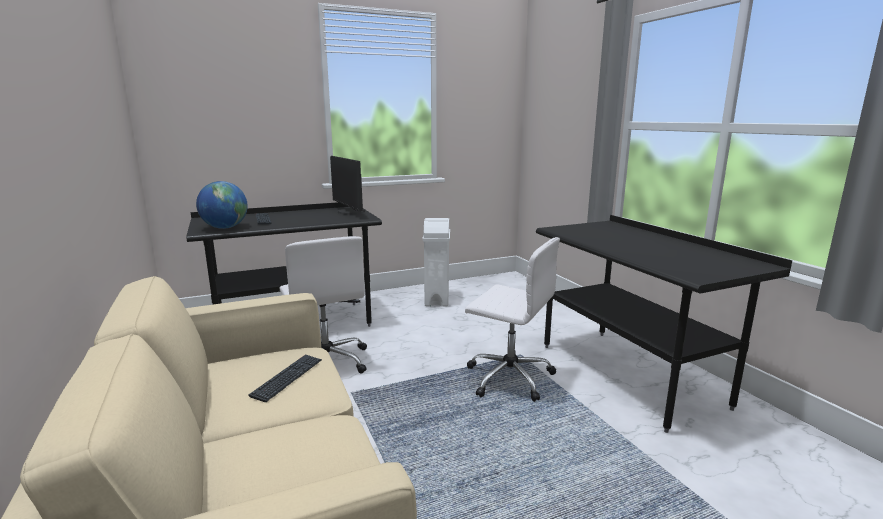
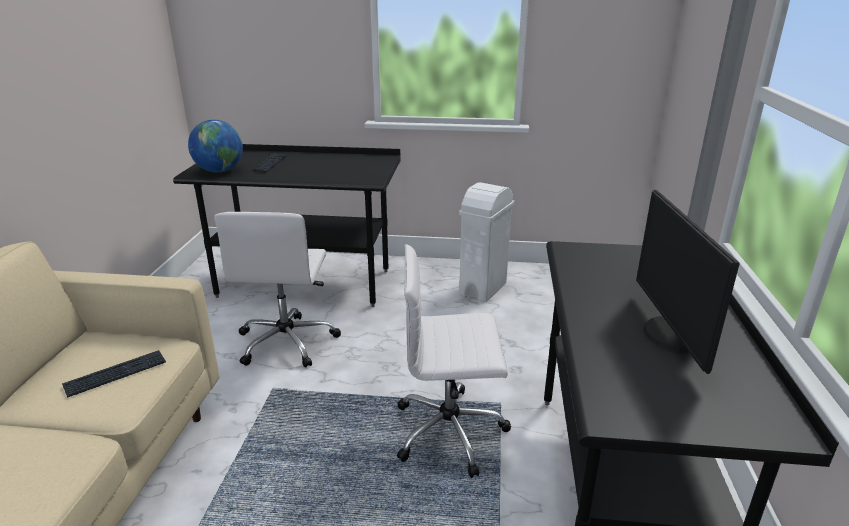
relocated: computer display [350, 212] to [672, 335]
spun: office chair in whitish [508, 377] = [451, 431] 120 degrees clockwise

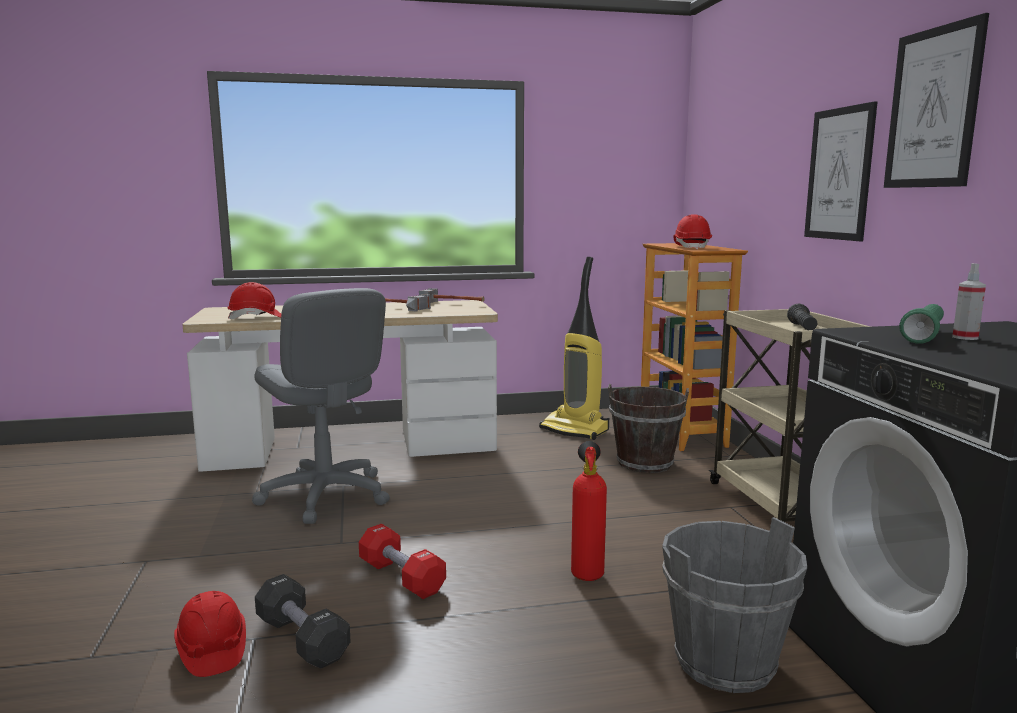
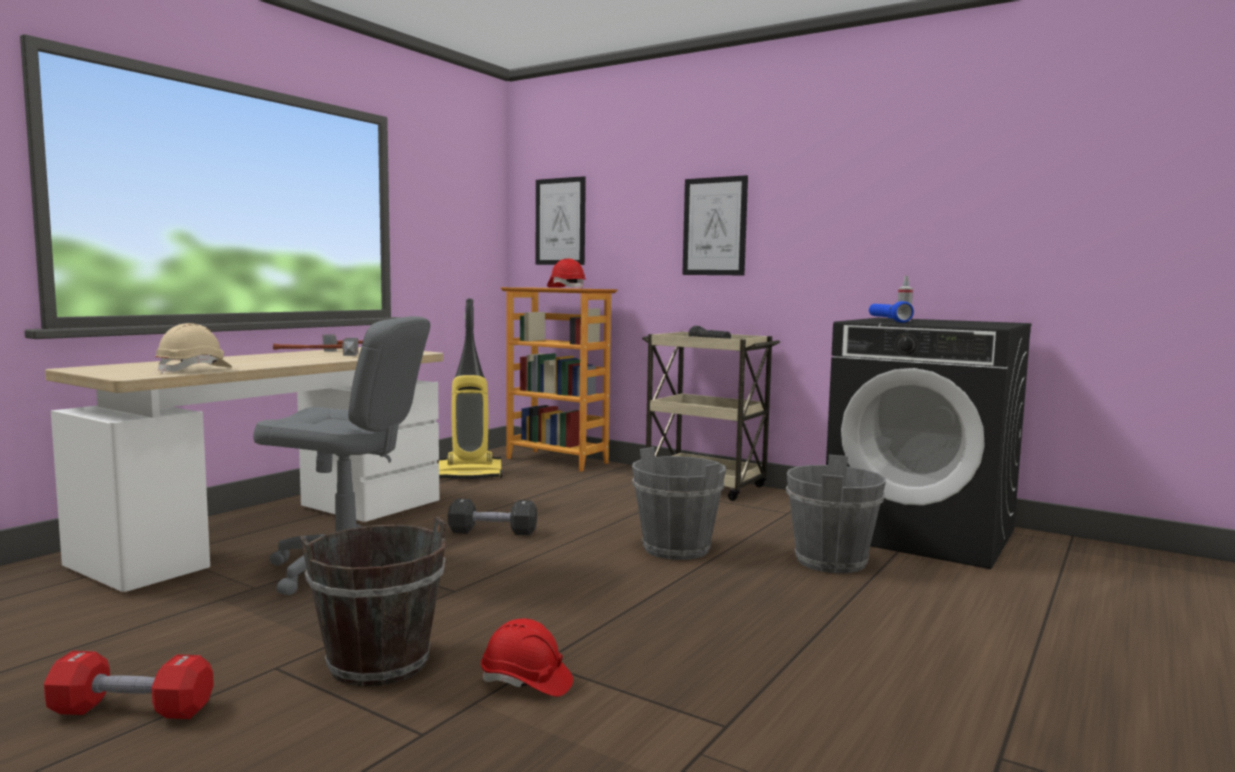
relocated: hand weight in red [401, 577] to [132, 710]; water bucket in brown [644, 463] to [379, 664]; hand weight in black [302, 639] to [492, 532]; wall art [933, 108] to [560, 221]
exchanged: fire-fighting cylinder [587, 572] to water bucket in greyish [677, 549]
colour: hard hat in red [256, 318] to hard hat in beige-coloured [194, 370]; torch in green [923, 336] to torch in blue [888, 321]

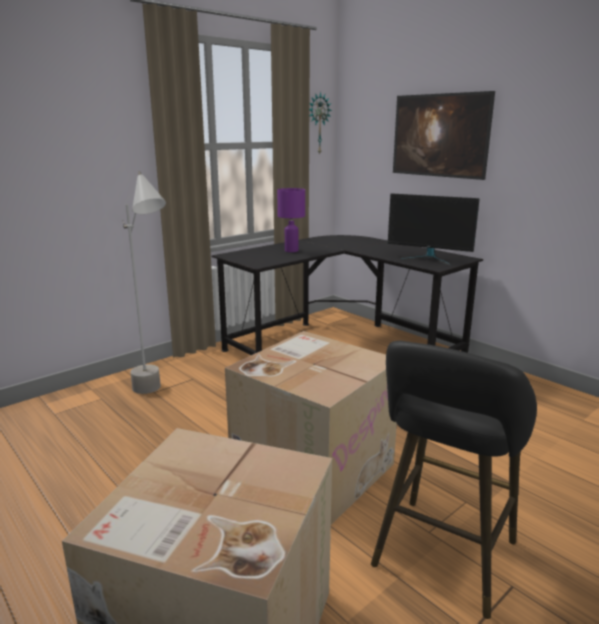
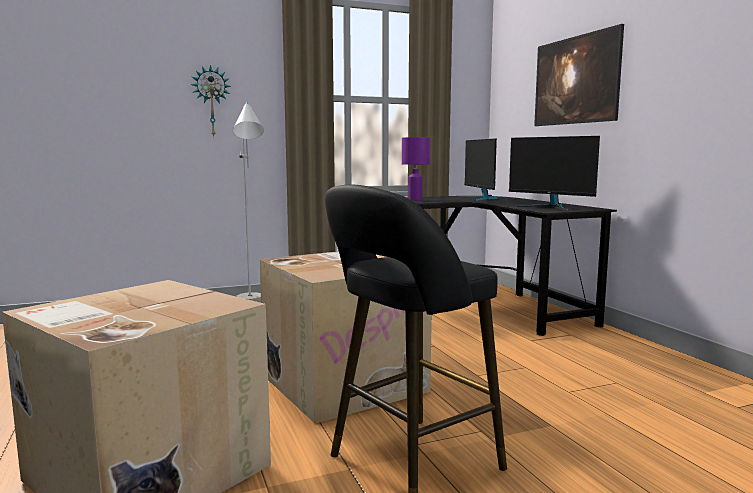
appeared: computer display [480, 199]
relocated: hanging clock [318, 124] to [211, 101]

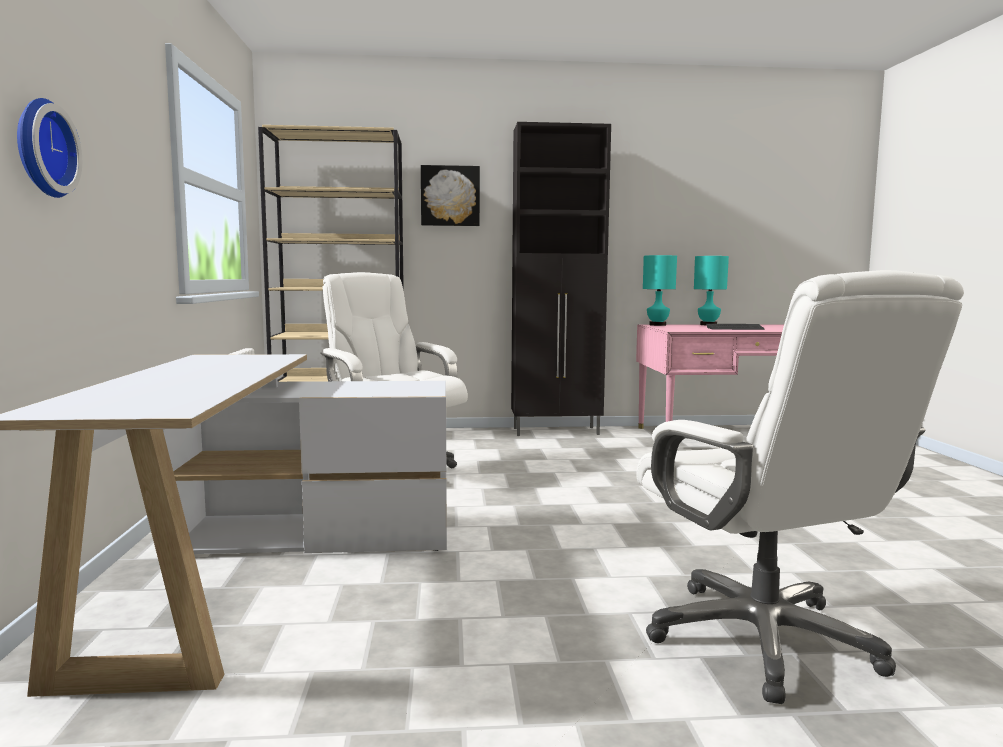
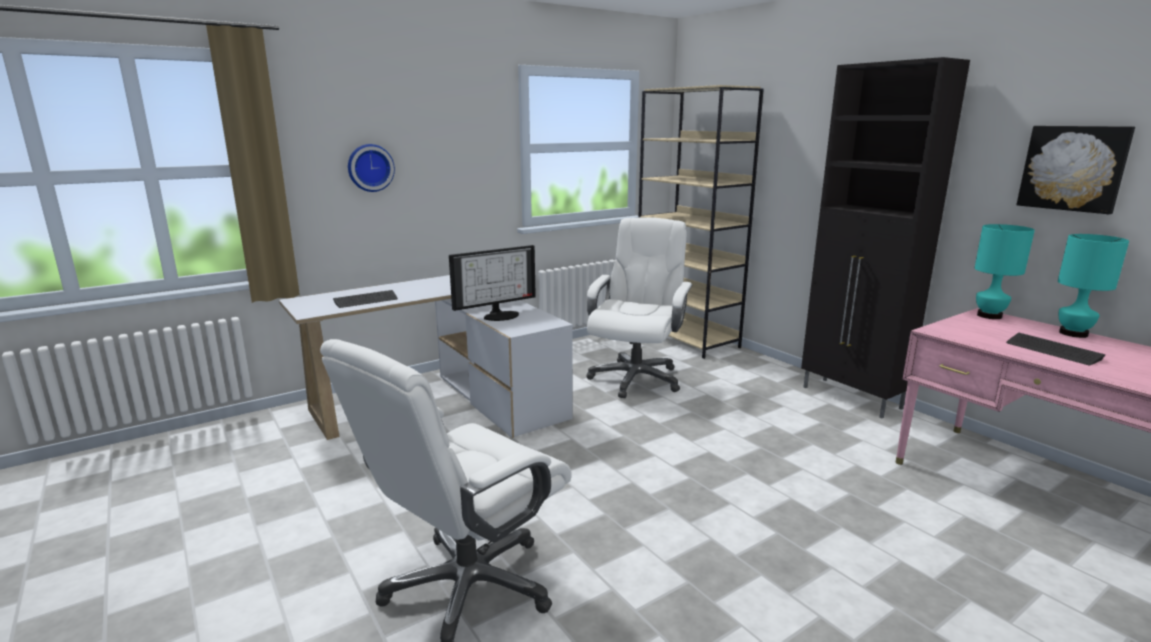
appeared: PC keyboard [366, 300]; computer display [500, 315]
relocated: wall art [450, 196] to [1073, 168]

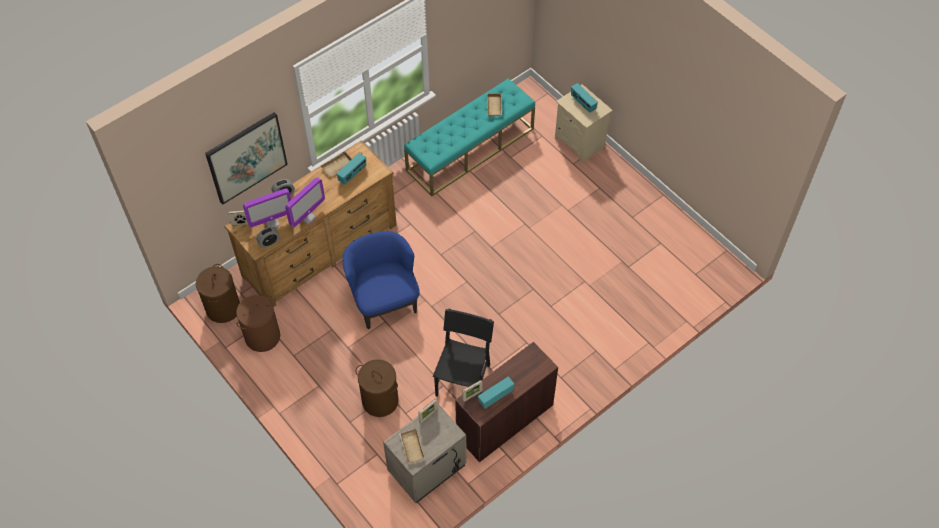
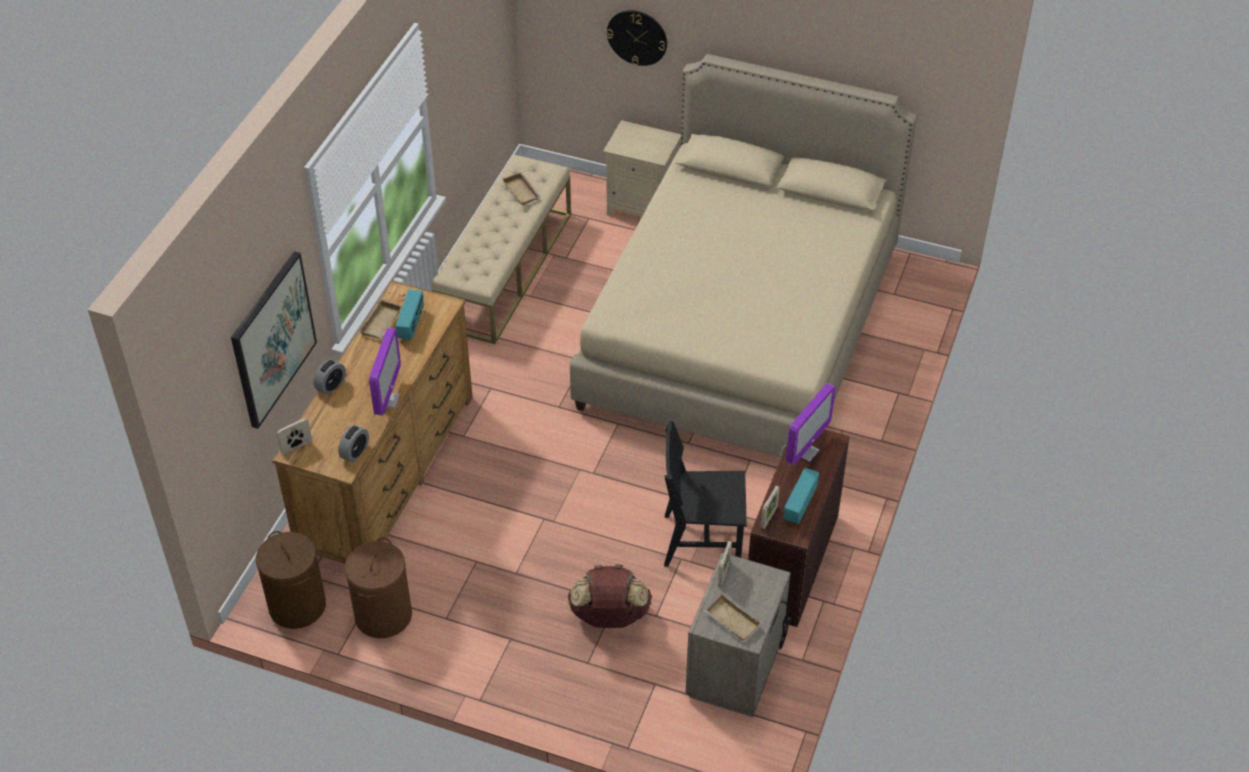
missing: lounge chair in blue [384, 301]; radio receiver [583, 103]
appeared: bed in beige-coloured [740, 327]; hanging clock [637, 37]
relocated: computer display [272, 222] to [805, 451]
exchanged: washing basket in brown [380, 400] to backpack in brown [609, 617]
colour: bench in turquoise-coloured [470, 149] to bench in beige-coloured [505, 269]
spun: chair in black [463, 380] = [701, 540] 75 degrees counterclockwise

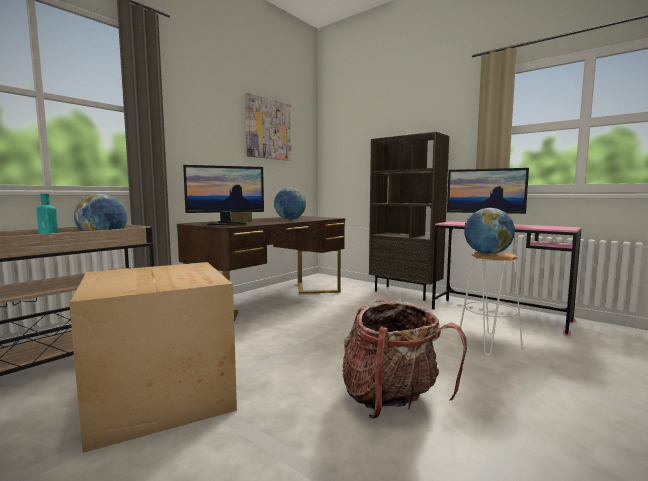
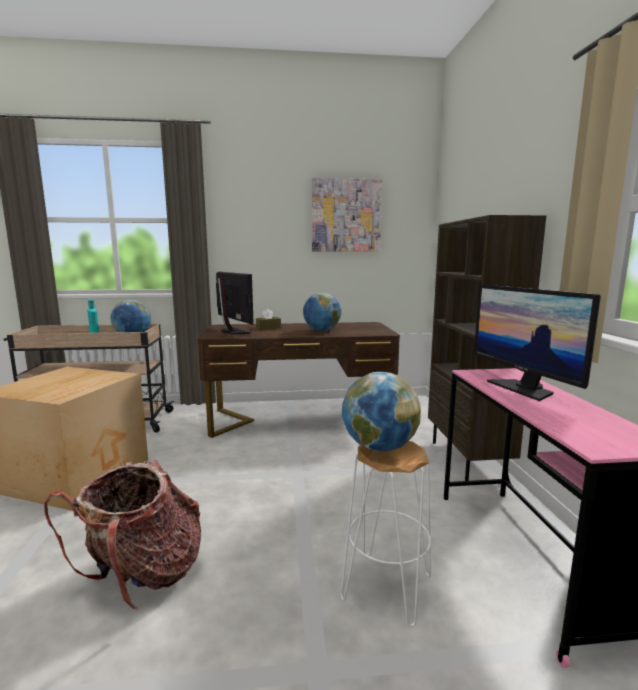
spun: computer display [226, 224] = [233, 331] 150 degrees counterclockwise

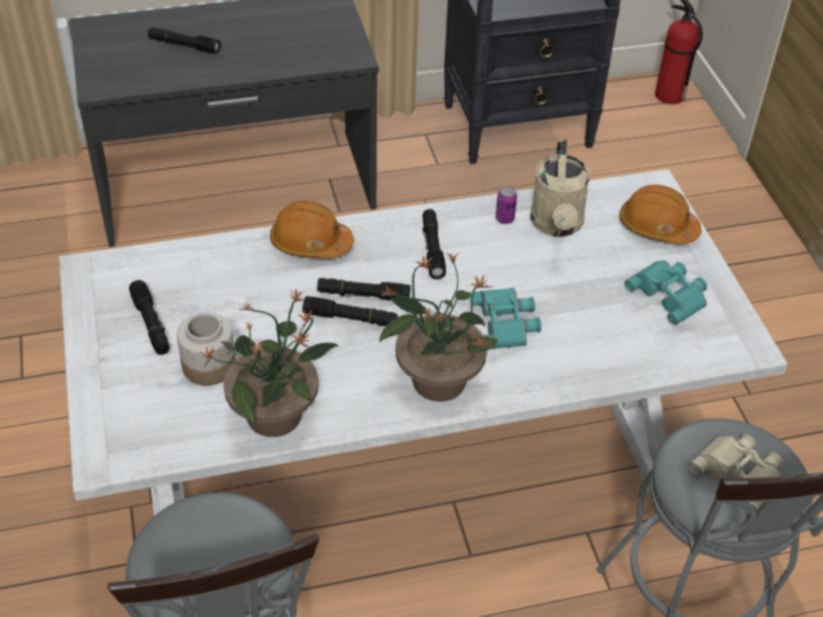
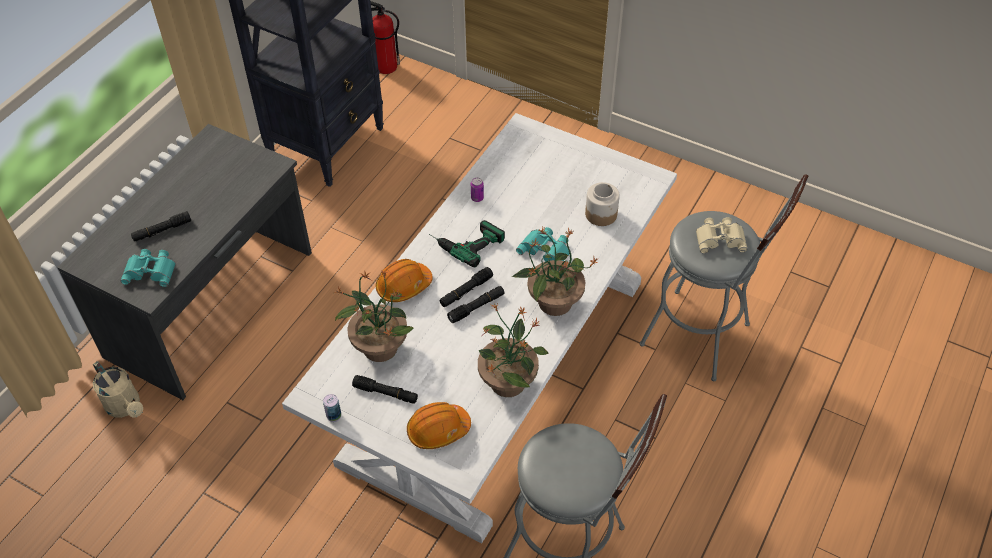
appeared: can [334, 416]; houseplant [379, 346]
relocated: watering can in beige-coloured [557, 226] to [126, 407]; binoculars in turquoise-coloured [670, 294] to [151, 270]; hard hat in orangey [657, 227] to [438, 430]; storage jar [210, 365] to [601, 214]
exchanged: torch in black [432, 249] to drill [465, 241]

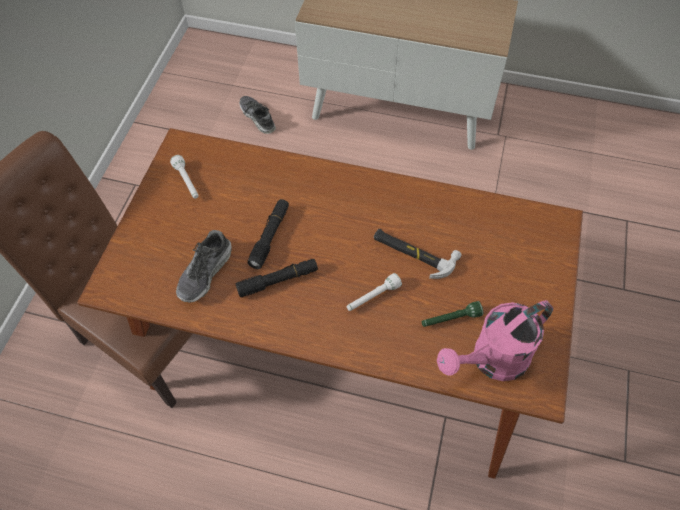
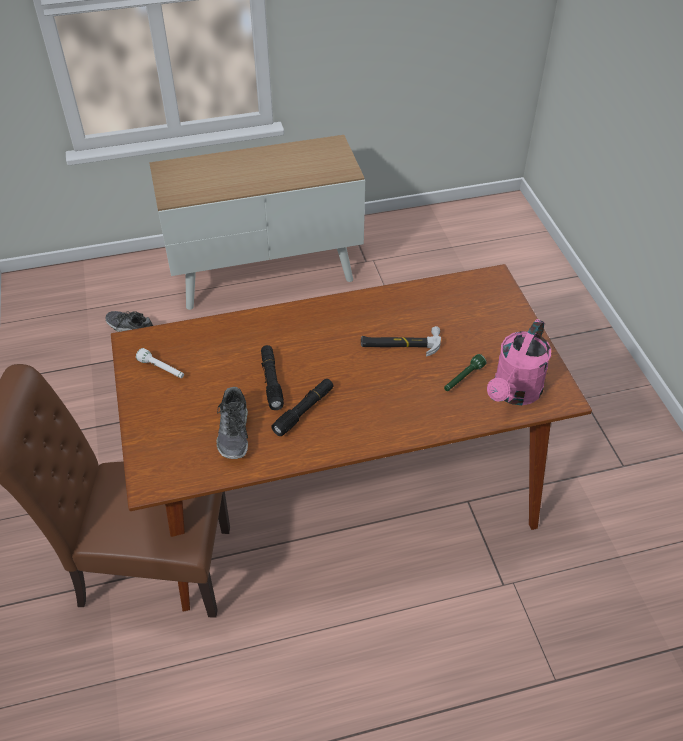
missing: torch in whitish [372, 297]

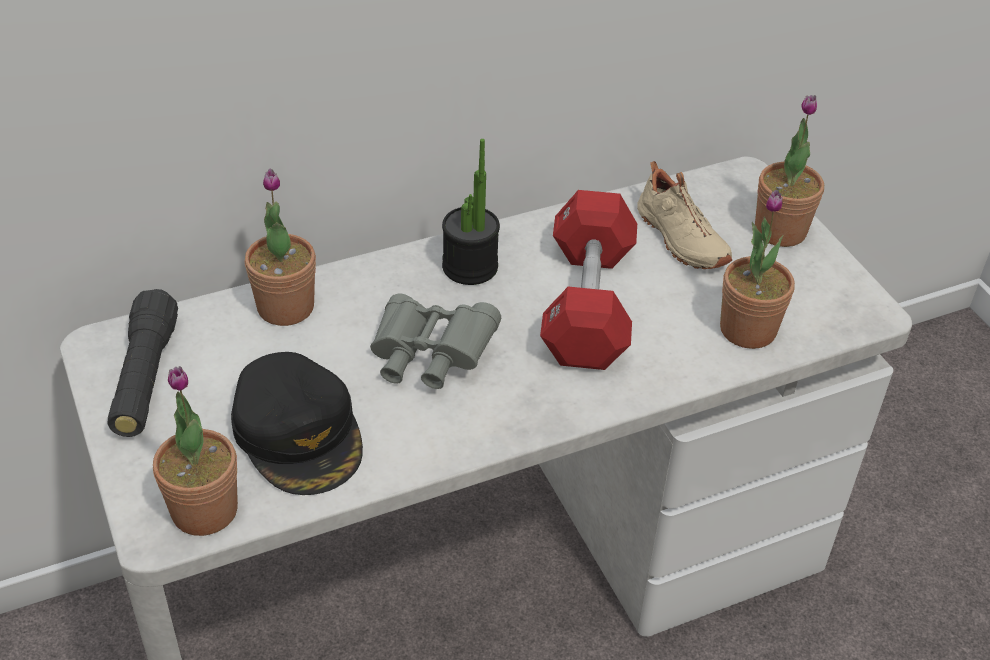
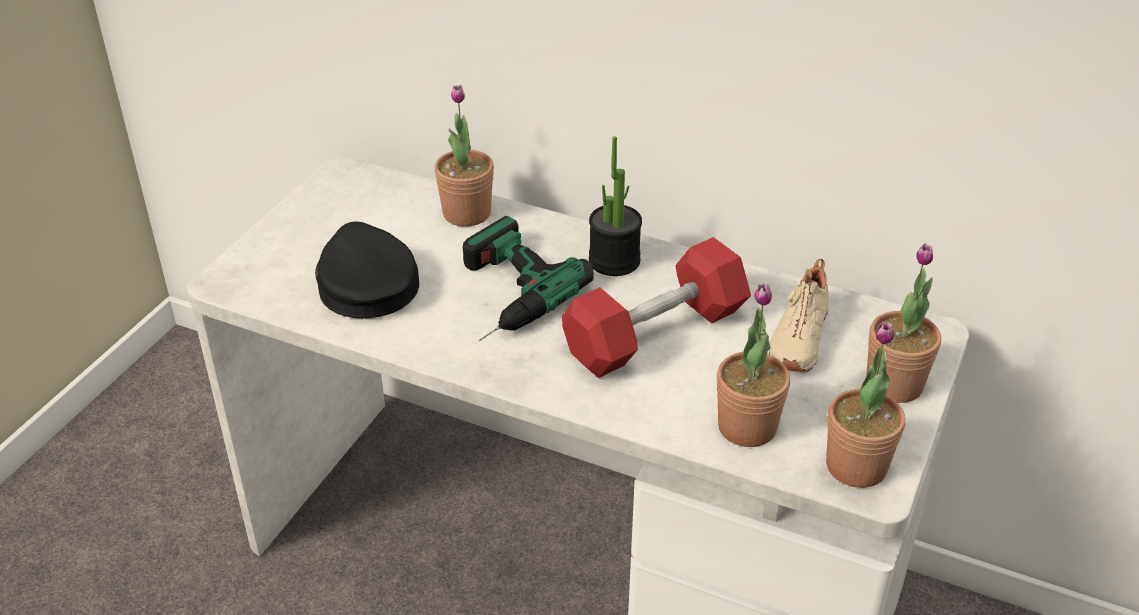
missing: torch in black [145, 378]
relocated: houseplant [204, 510] to [856, 466]
exchanged: binoculars in greyish [429, 358] to drill [501, 294]
spun: cap in black [299, 433] = [365, 283] 135 degrees clockwise

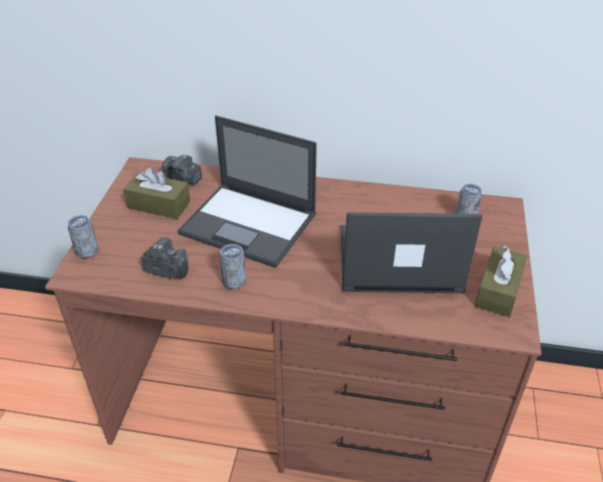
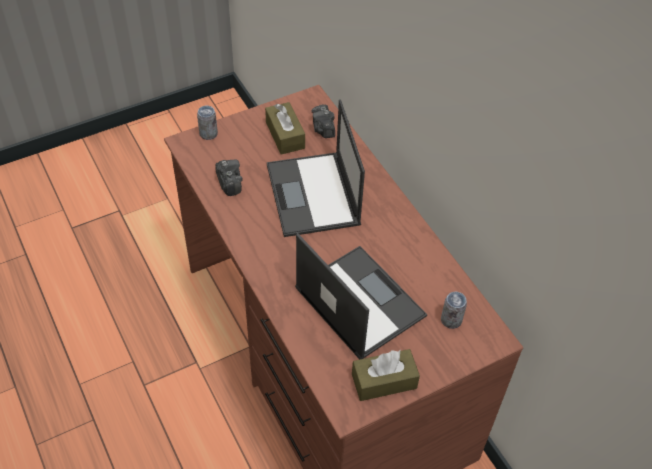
missing: can [234, 282]

